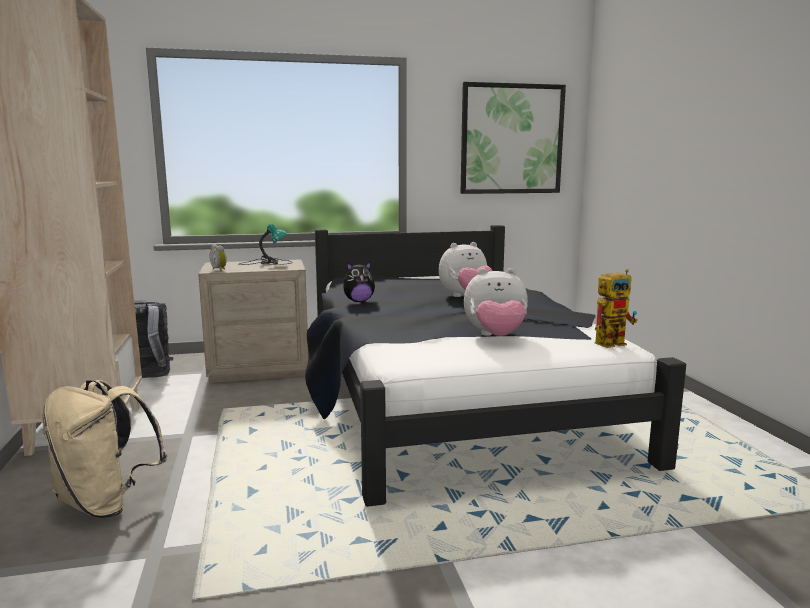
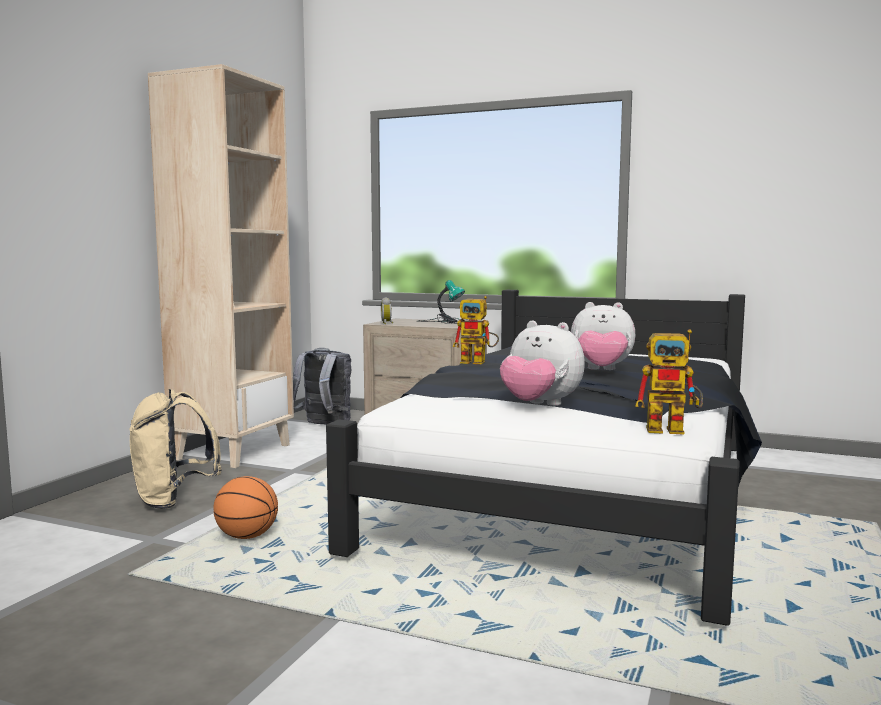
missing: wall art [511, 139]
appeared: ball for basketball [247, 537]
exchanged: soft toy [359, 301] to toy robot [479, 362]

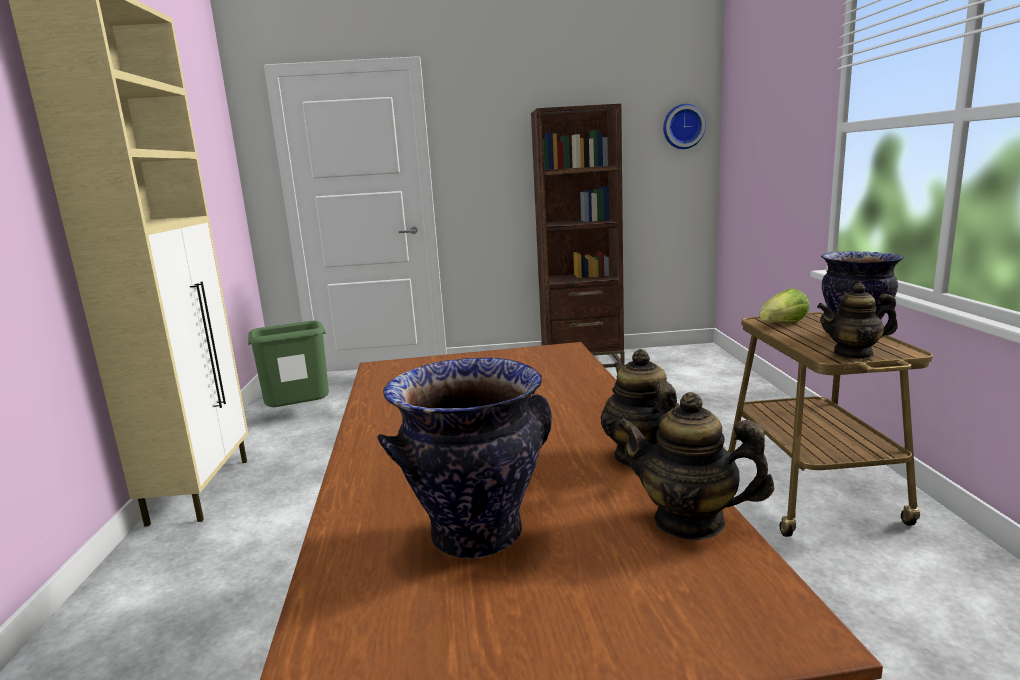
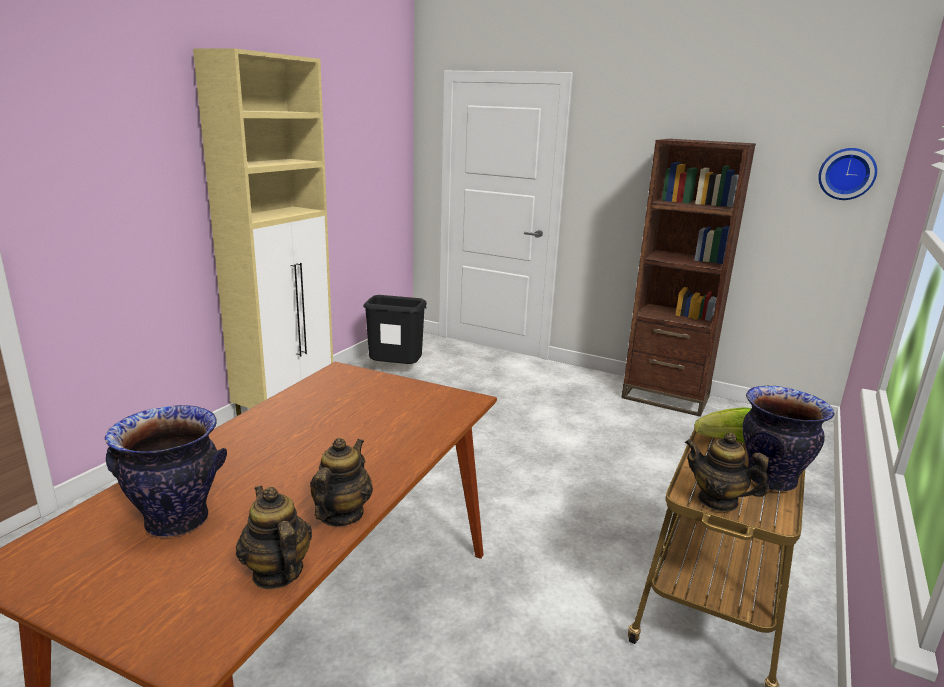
colour: waste bin in green [300, 414] to waste bin in black [396, 371]

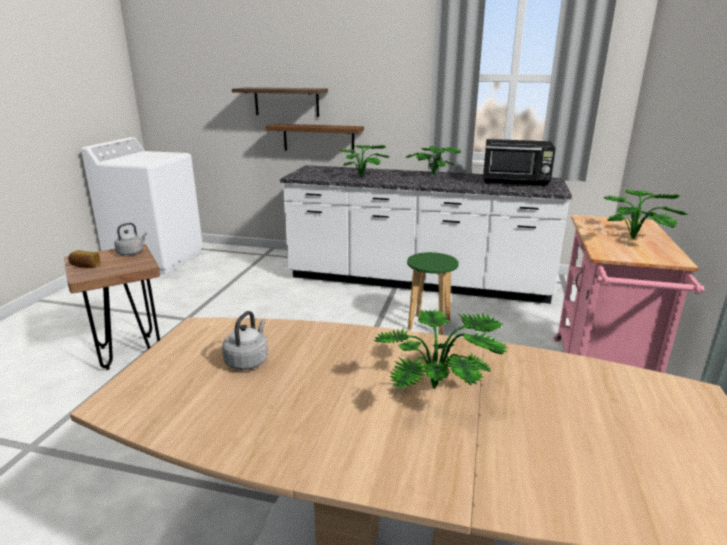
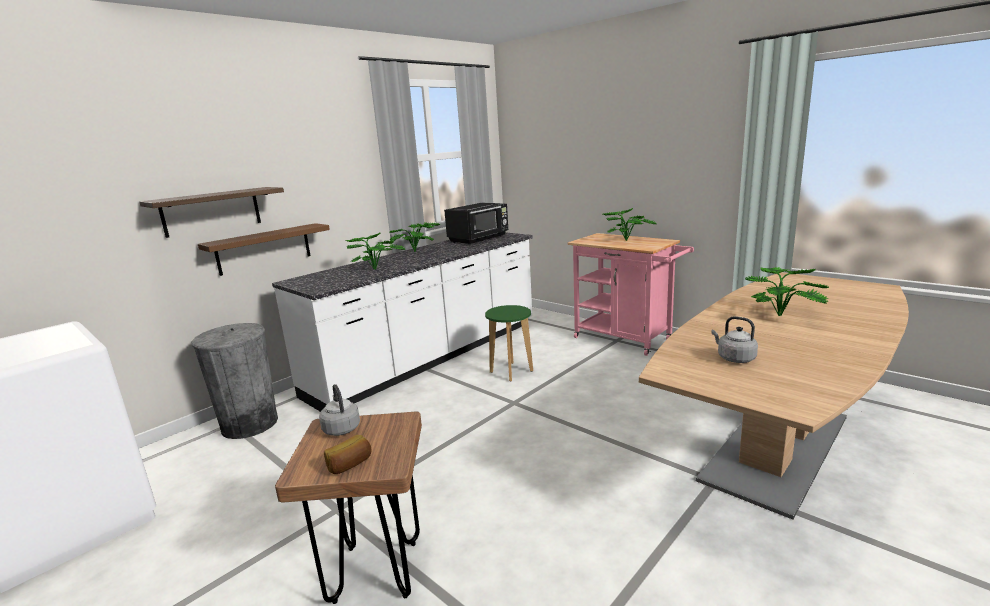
appeared: waste bin in greyish [249, 424]

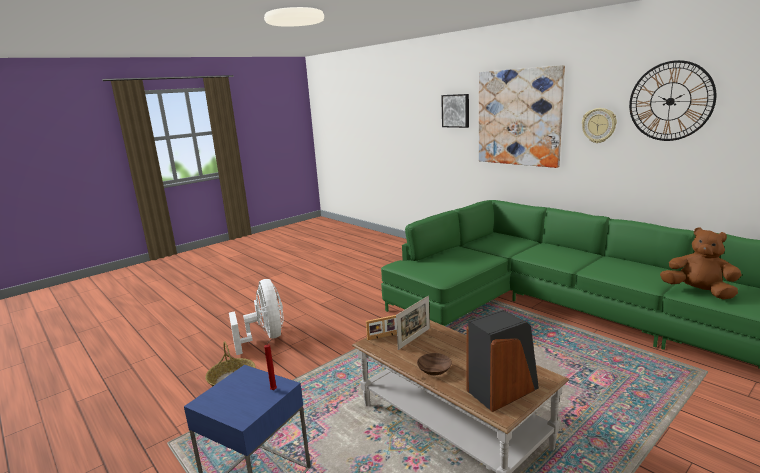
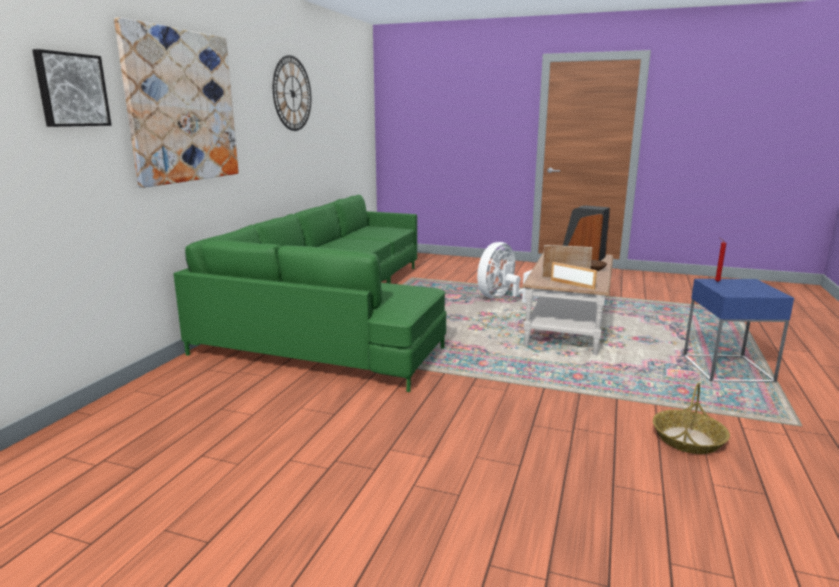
missing: hanging clock [599, 125]; soft toy in brown [698, 292]
relocated: electric fan in whitish [265, 337] to [503, 298]

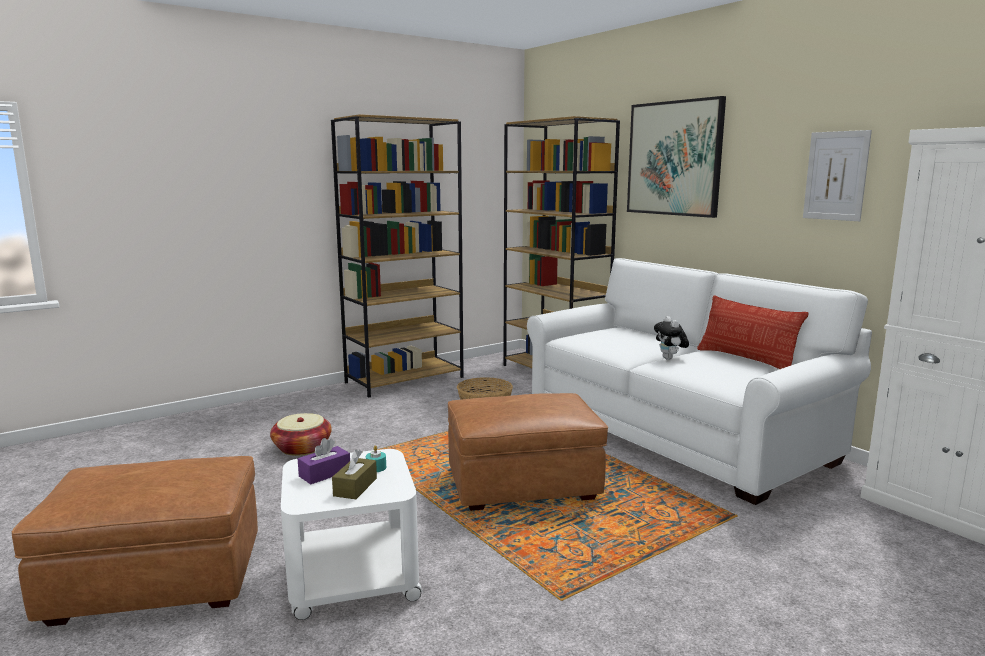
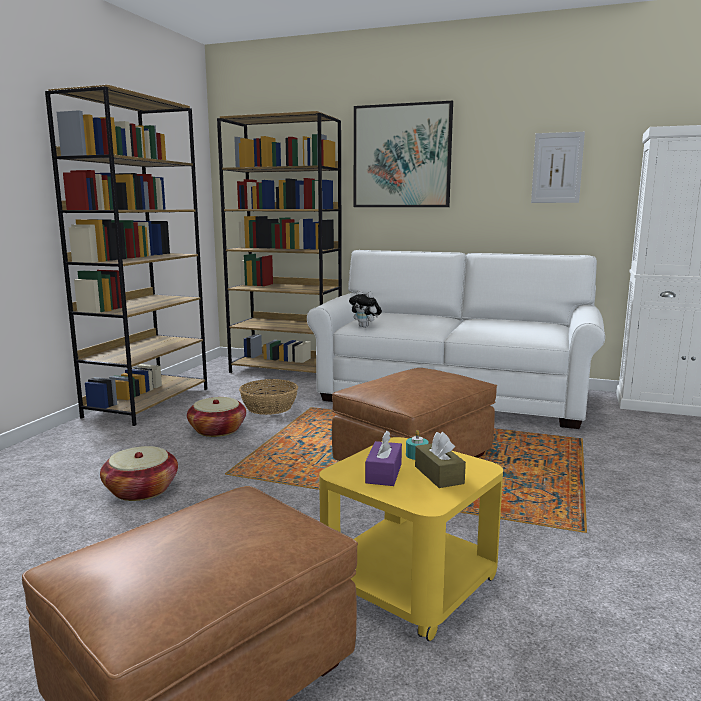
missing: throw pillow [746, 359]
appeared: basket [217, 430]
relocated: soft toy [670, 359] to [365, 327]
colour: end table in whitish [352, 578] to end table in yellow-coloured [408, 584]

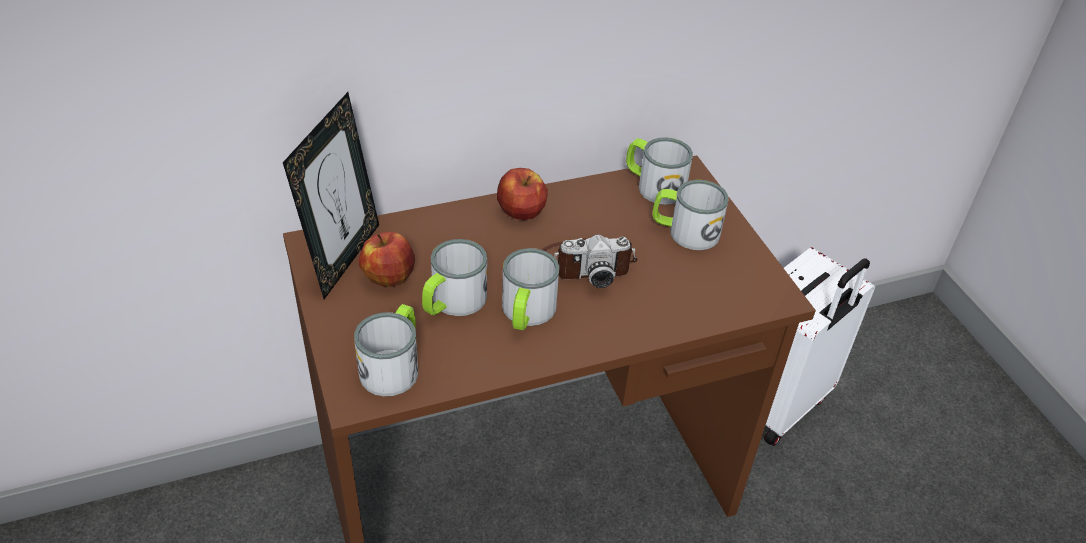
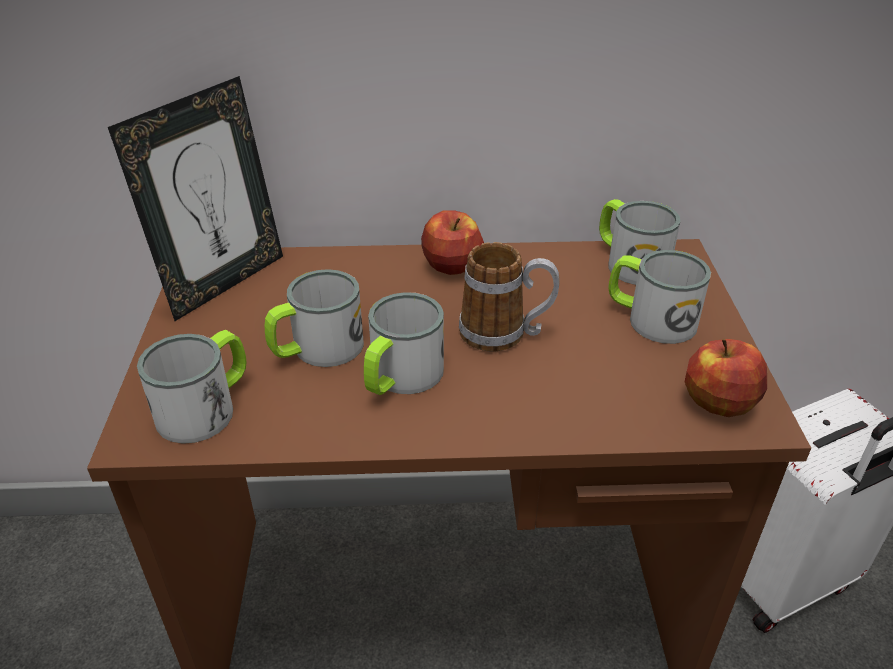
relocated: apple [388, 278] to [718, 404]
exchanged: photo camera [587, 263] to coffee mug [505, 334]

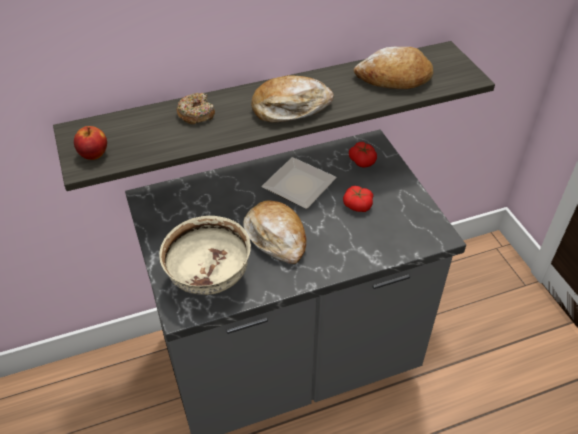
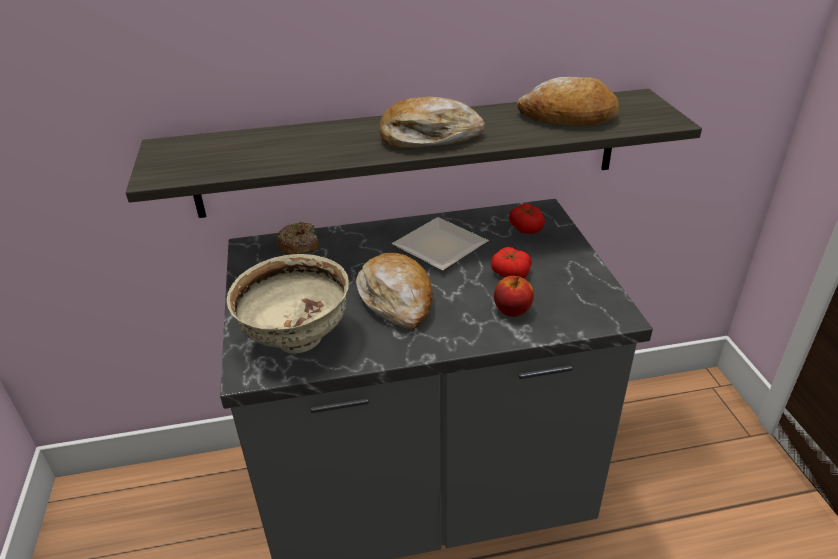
relocated: doughnut [196, 114] to [299, 245]; apple [93, 154] to [512, 311]

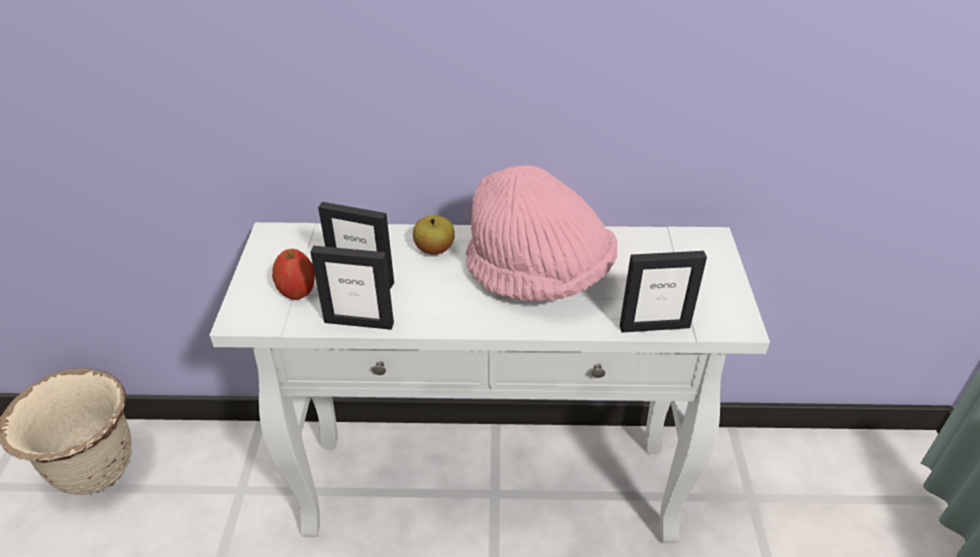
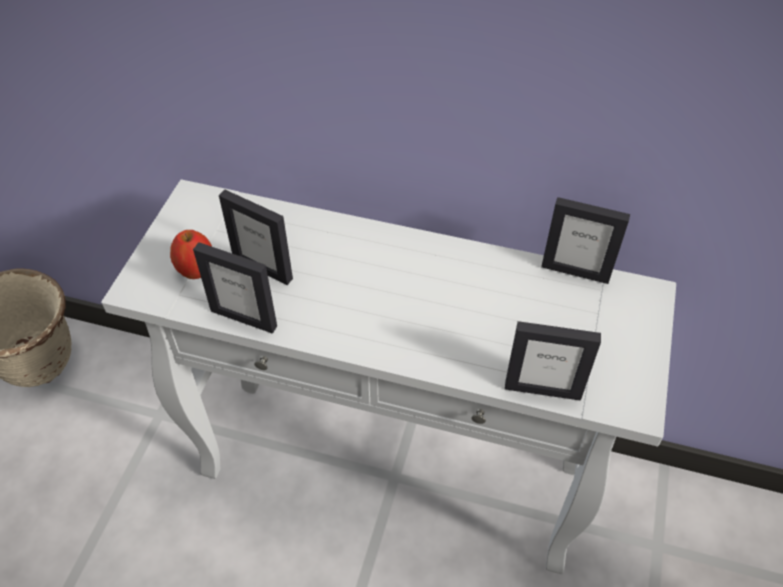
missing: apple [434, 249]; hat in pink-coloured [538, 277]
appeared: standing frame [575, 271]

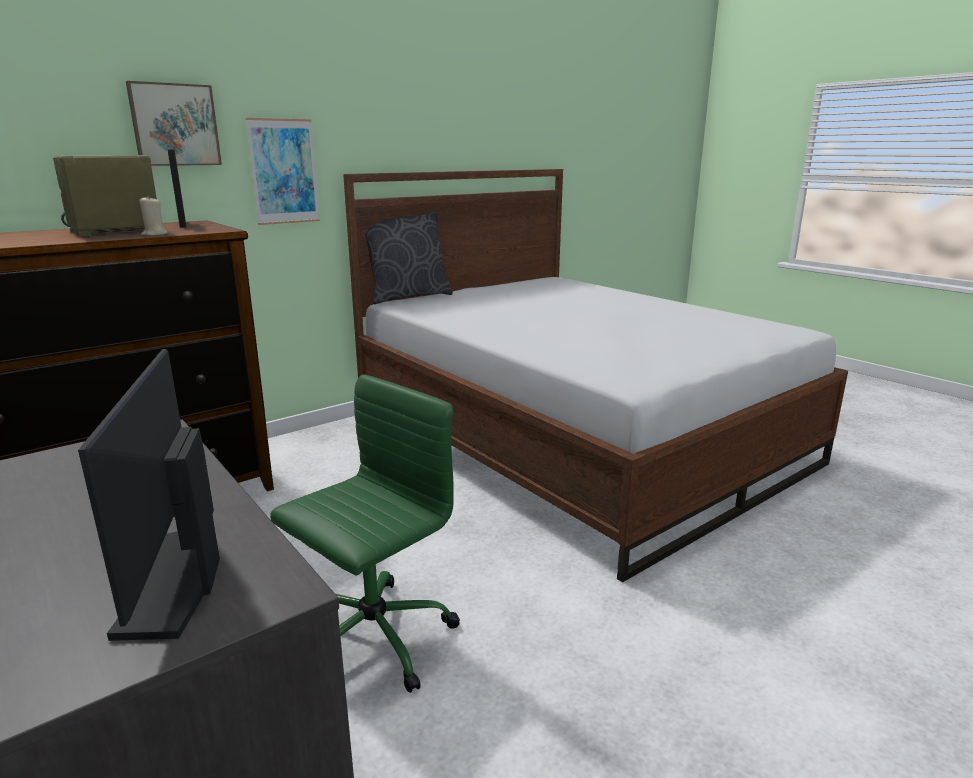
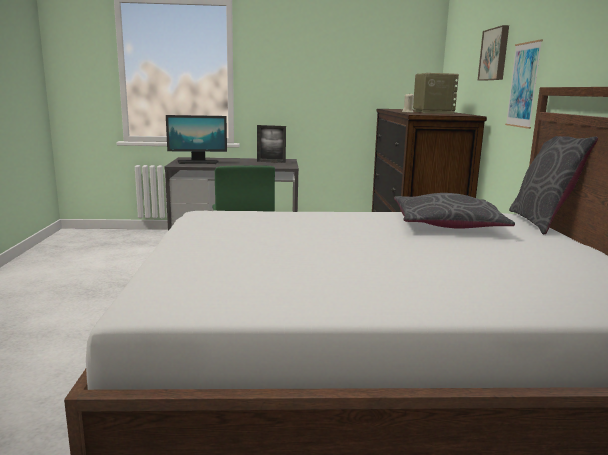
appeared: throw pillow in greyish [446, 224]
relocated: standing frame [182, 224] to [271, 162]
spun: computer display [175, 580] = [198, 162] 150 degrees clockwise

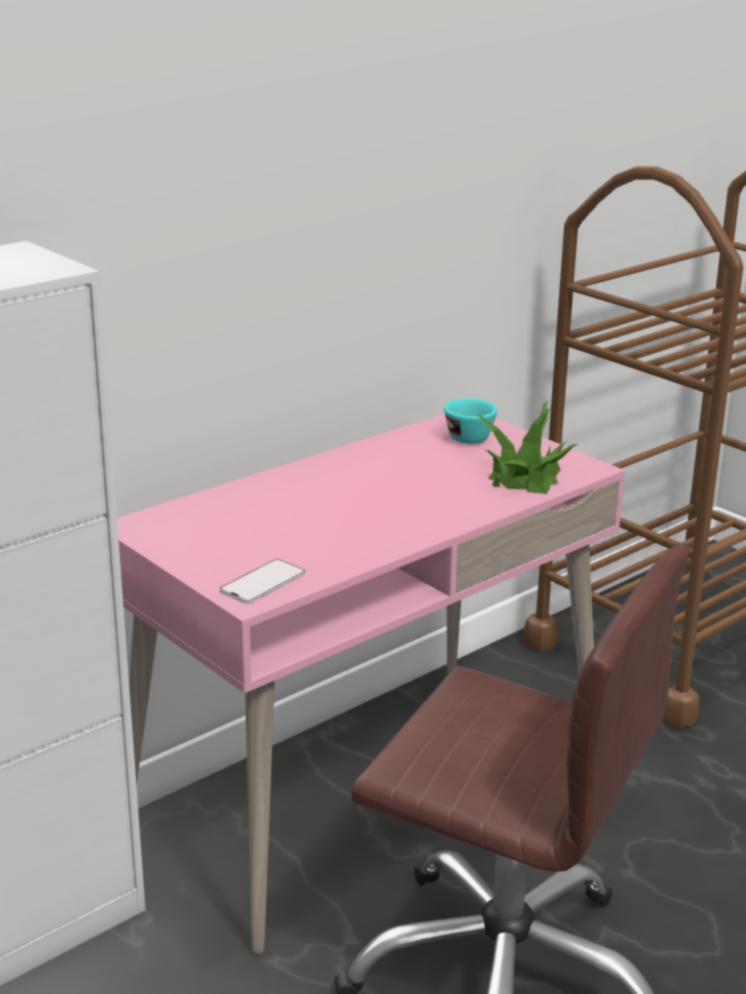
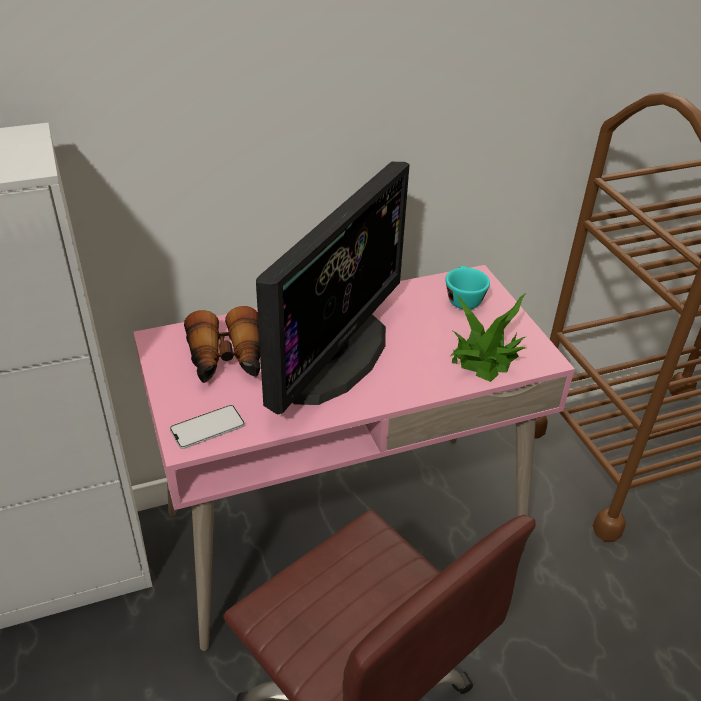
appeared: binoculars [227, 360]; computer display [335, 356]

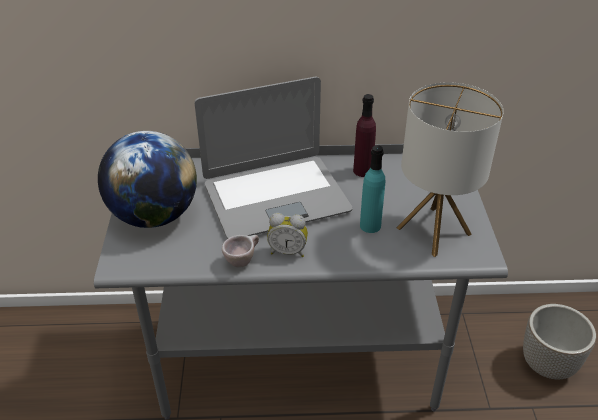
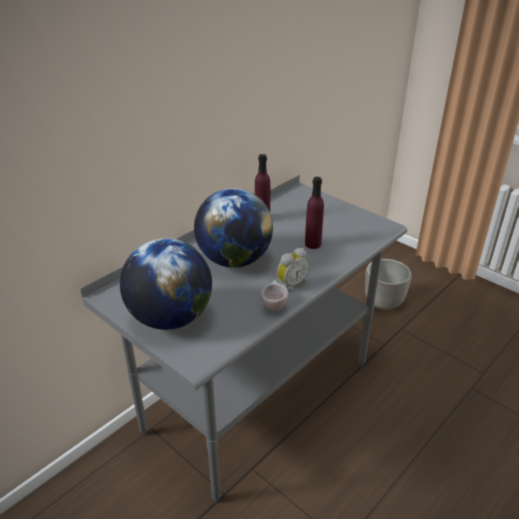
missing: lamp for a table [434, 230]
exchanged: laptop [275, 197] to desk globe [234, 260]
colour: drink bottle in turquoise-coloured [370, 225] to drink bottle in purplish [313, 244]

